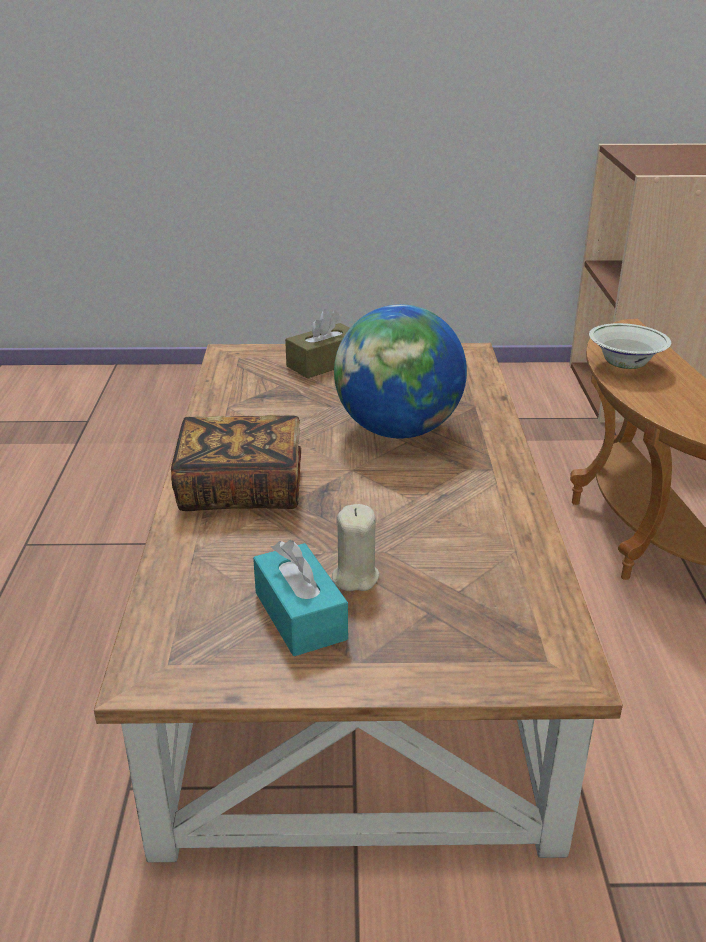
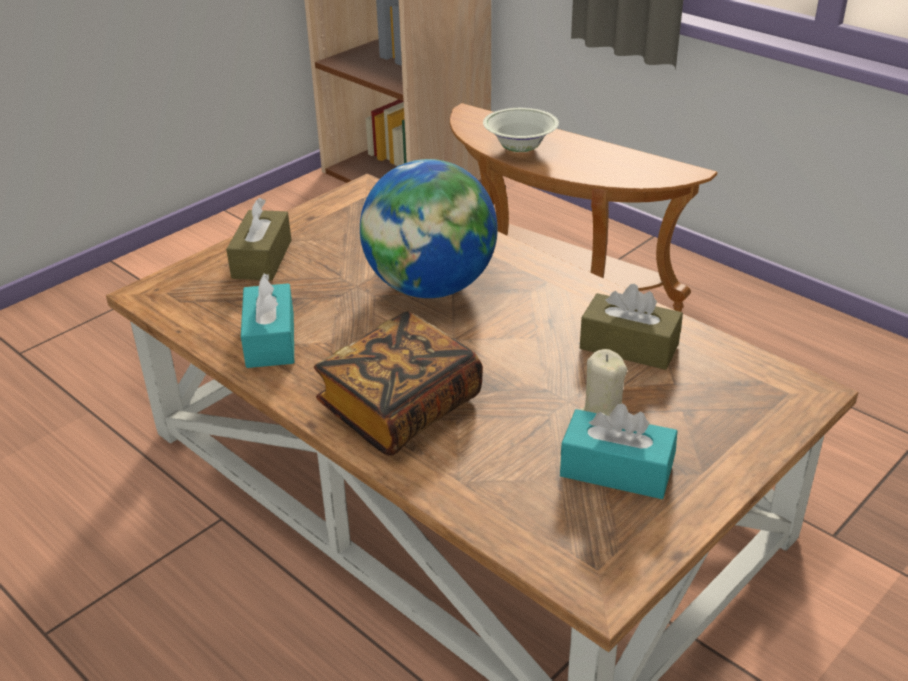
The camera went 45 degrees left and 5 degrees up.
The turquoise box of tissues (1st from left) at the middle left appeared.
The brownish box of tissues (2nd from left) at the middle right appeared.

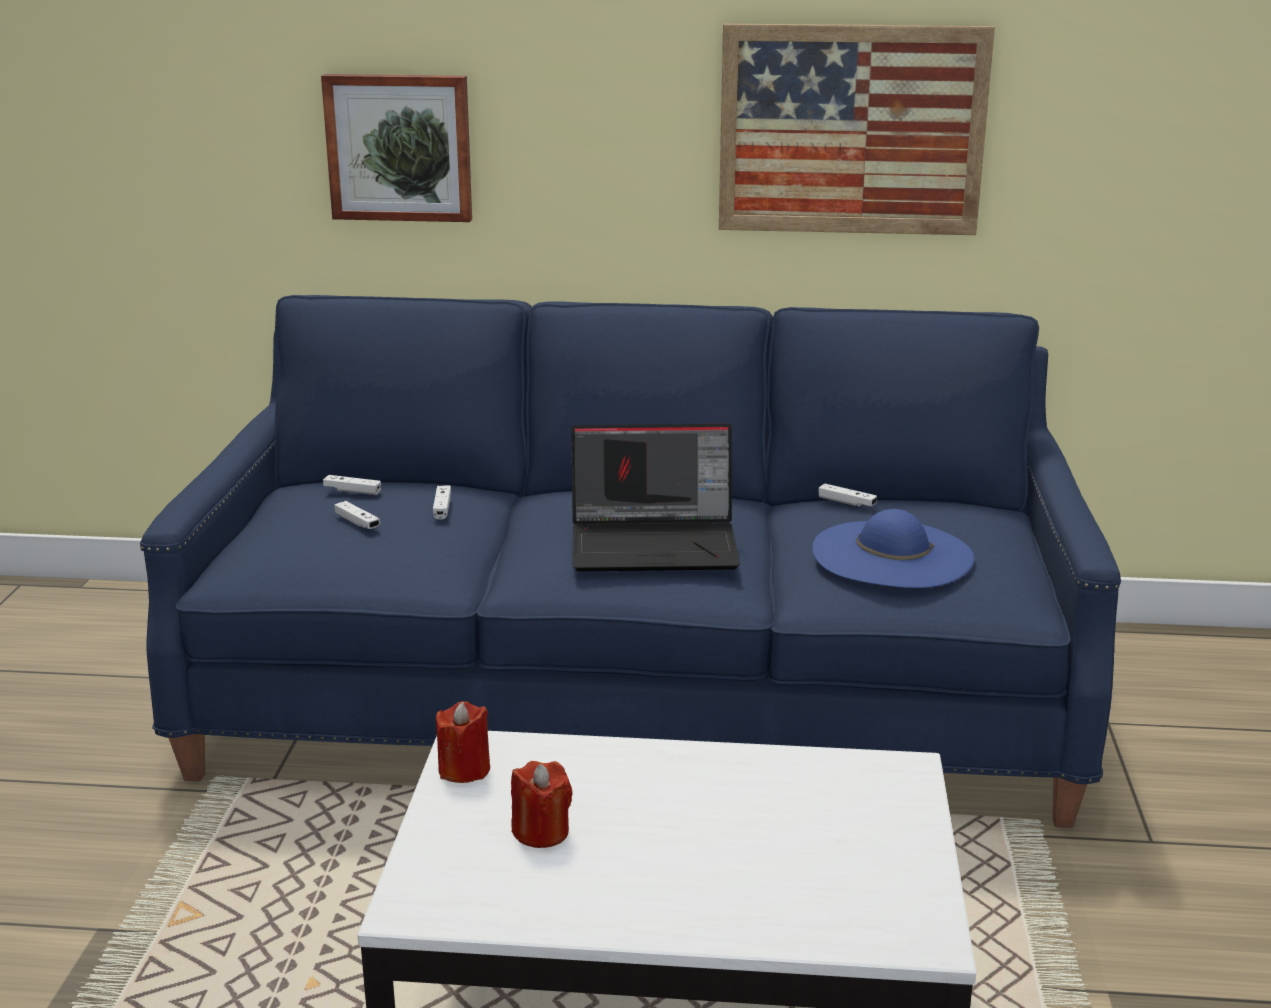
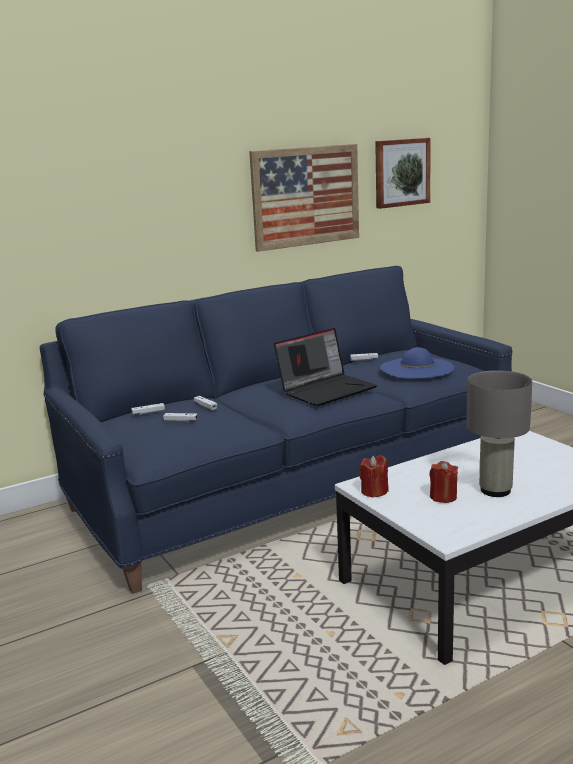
The camera went 35 degrees left and 5 degrees down.
The gray tabletop lamp at the middle right appeared.
The wall art (1st from left in the first image) moved from the top left to the top right.

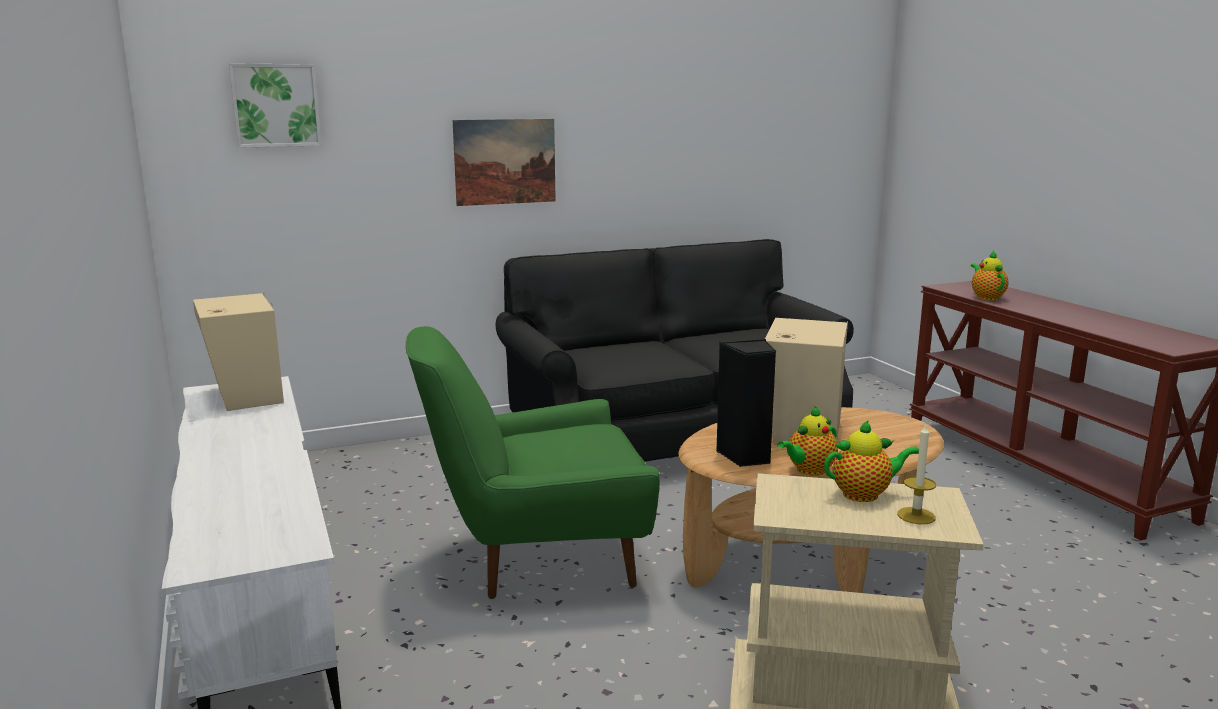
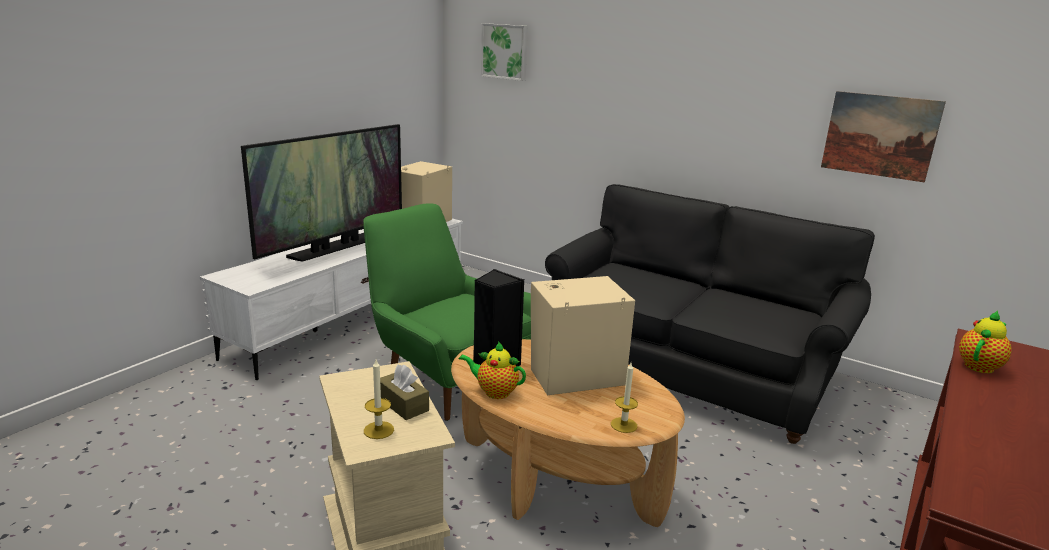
The camera went 55 degrees right and 5 degrees up.
The TV at the middle left appeared.
The wax candle (2nd from left) at the bottom centre appeared.
The wall art (2nd from left) moved from the top centre to the top right.
The tea pot (2nd from left) at the middle right was replaced by the brownish box of tissues at the bottom centre.

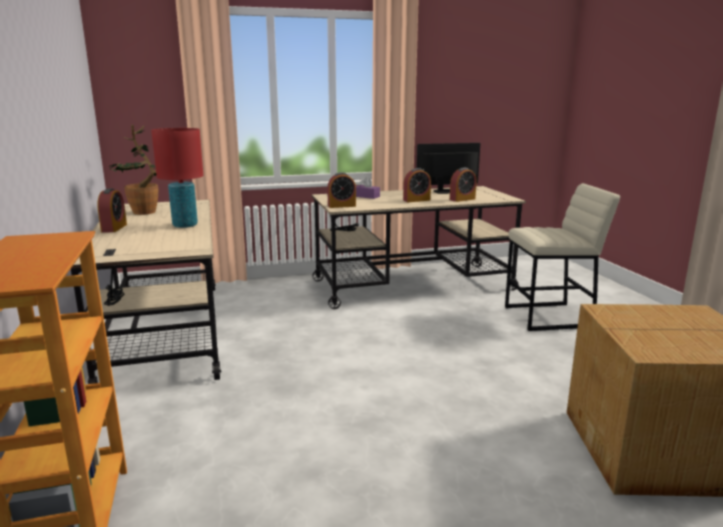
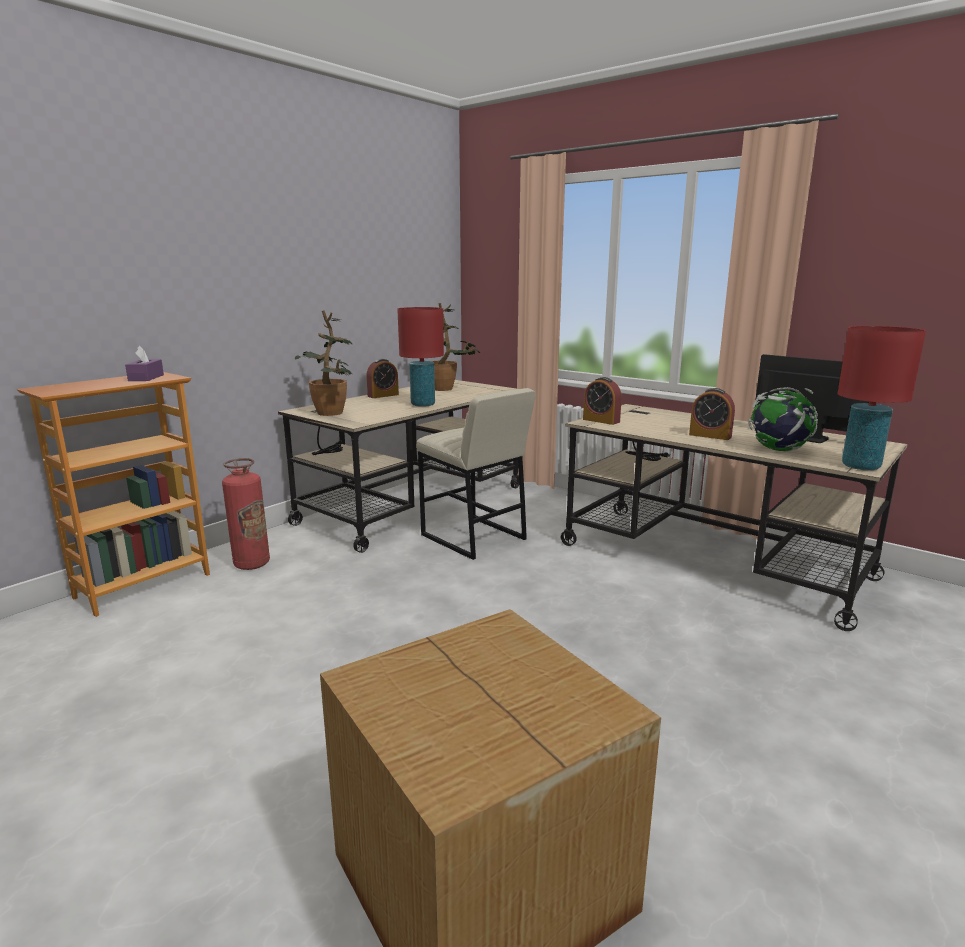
The camera went 55 degrees right and 0 degrees up.
The fire extinguisher at the middle left appeared.
The potted plant (1st from left) at the centre appeared.
The red-coloured tabletop lamp (2nd from left) at the middle right appeared.
The purple-coloured box of tissues moved from the centre to the middle left.
The beige chair moved from the middle right to the centre.
The bedside clock (4th from left) at the centre was replaced by the globe at the middle right.

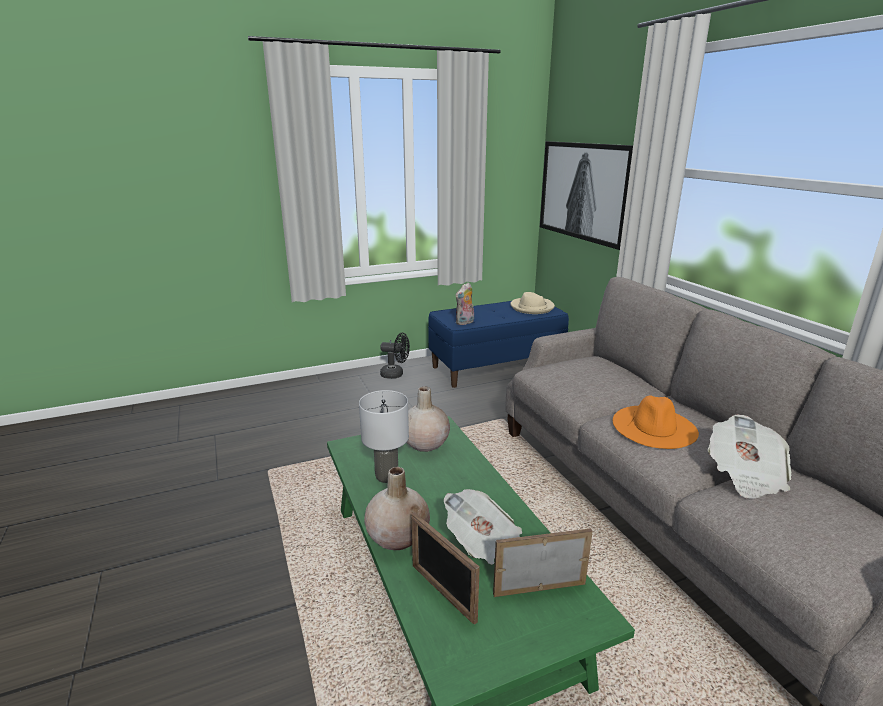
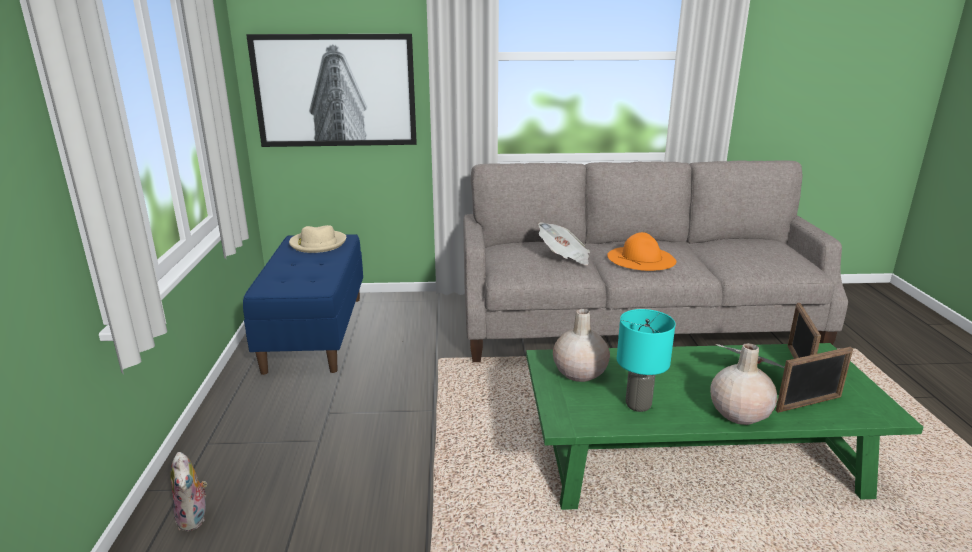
The camera went 70 degrees left and 0 degrees up.
The blackish cooling fan at the centre disappeared.
The cuddly toy moved from the centre to the bottom left.
The daily paper (2nd from left in the first image) moved from the middle right to the centre.
The white tabletop lamp at the centre became the turquoise tabletop lamp at the centre.

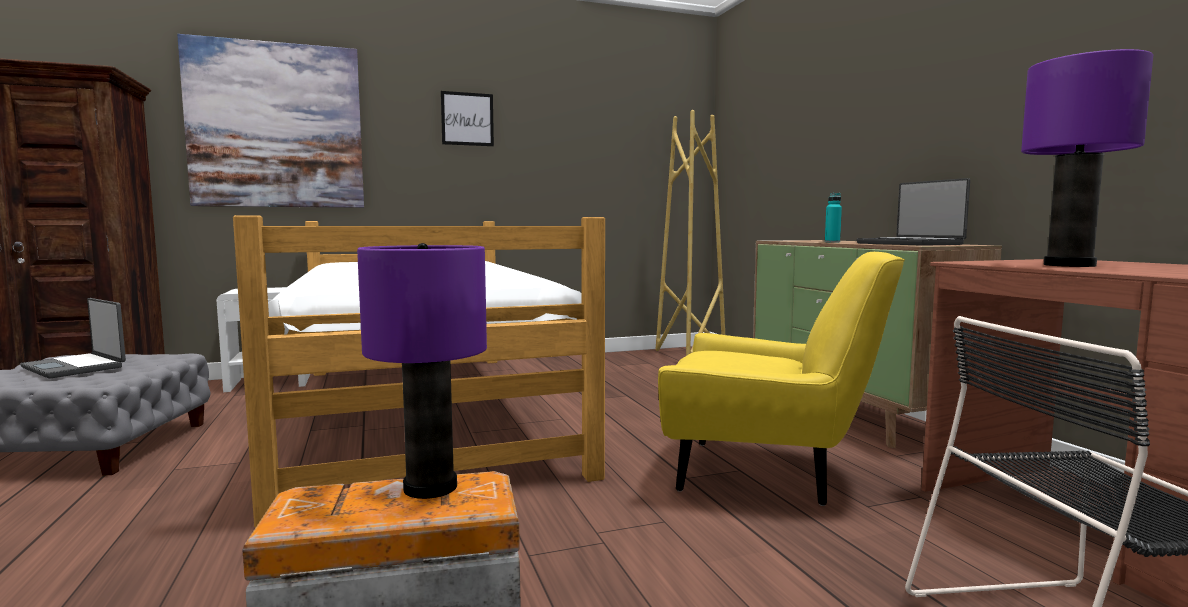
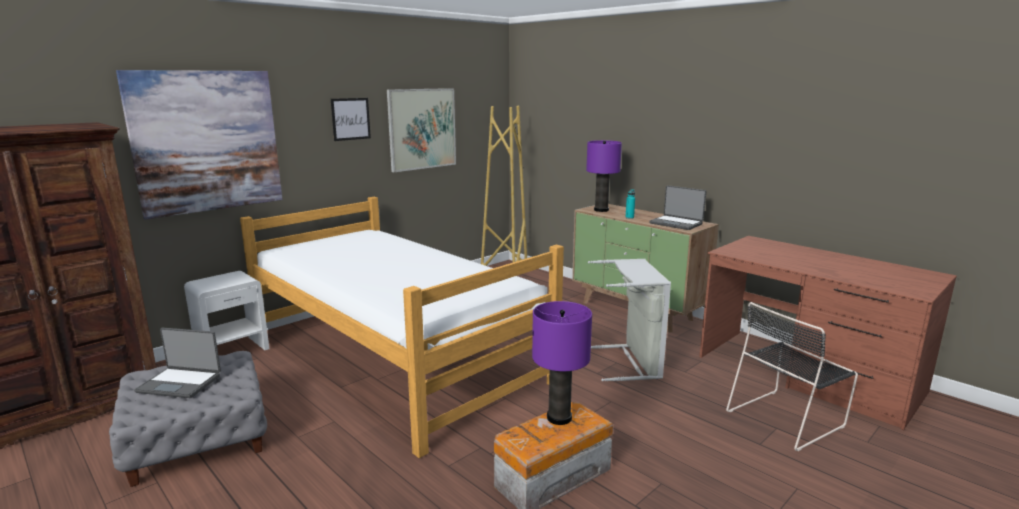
The camera went 25 degrees left and 10 degrees up.
The wall art (3rd from left) at the top centre appeared.
The purple-coloured tabletop lamp (2nd from left) moved from the top right to the centre.
The yellow easy chair at the centre was replaced by the gray hamper at the centre.

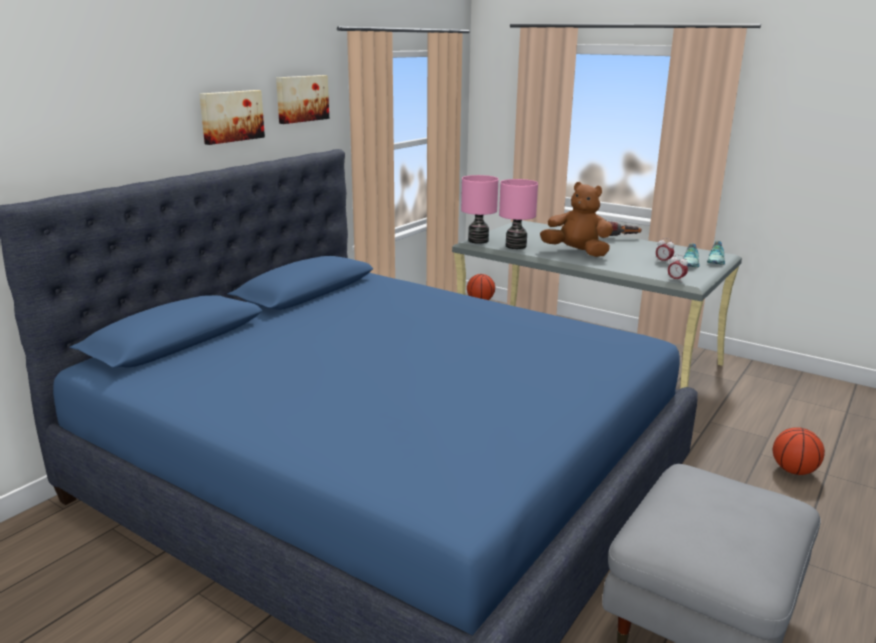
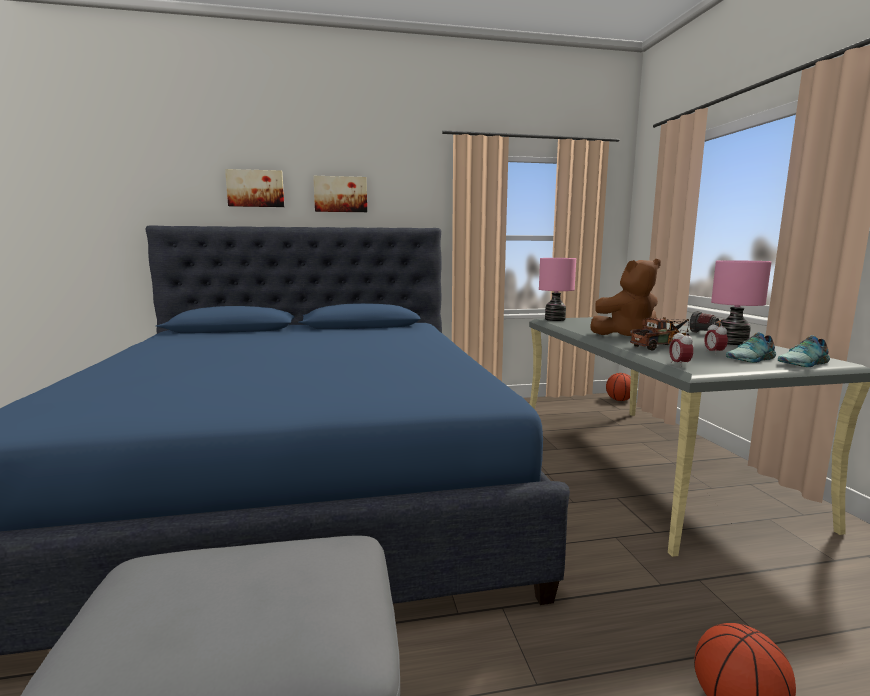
The camera went 45 degrees right and 10 degrees down.
The model truck at the middle right appeared.
The wall art (2nd from left in the first image) moved from the top centre to the top left.
The pink tabletop lamp (2nd from left) moved from the top centre to the middle right.
The brownish cuddly toy at the centre turned 90 degrees clockwise.

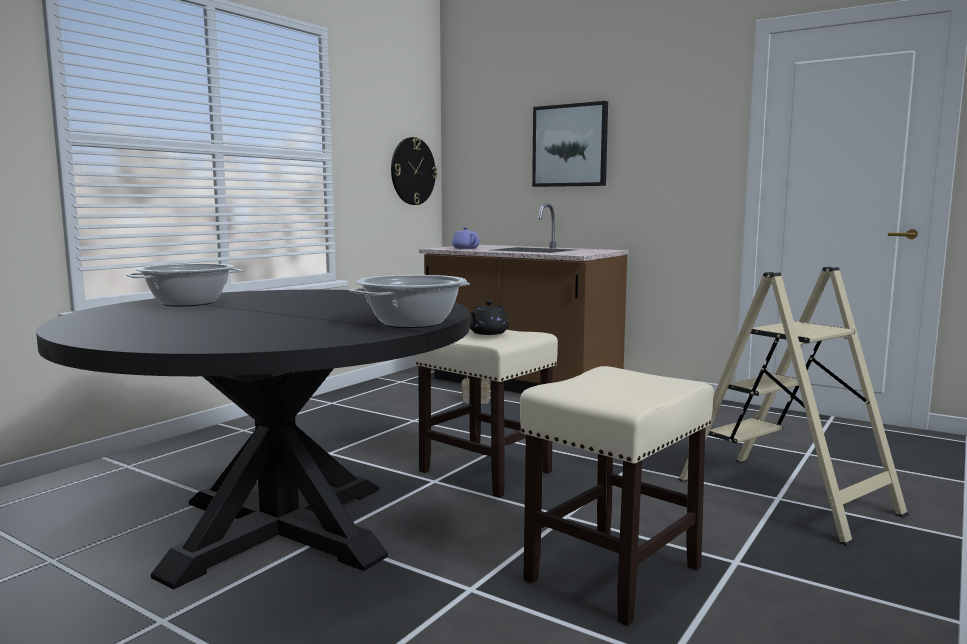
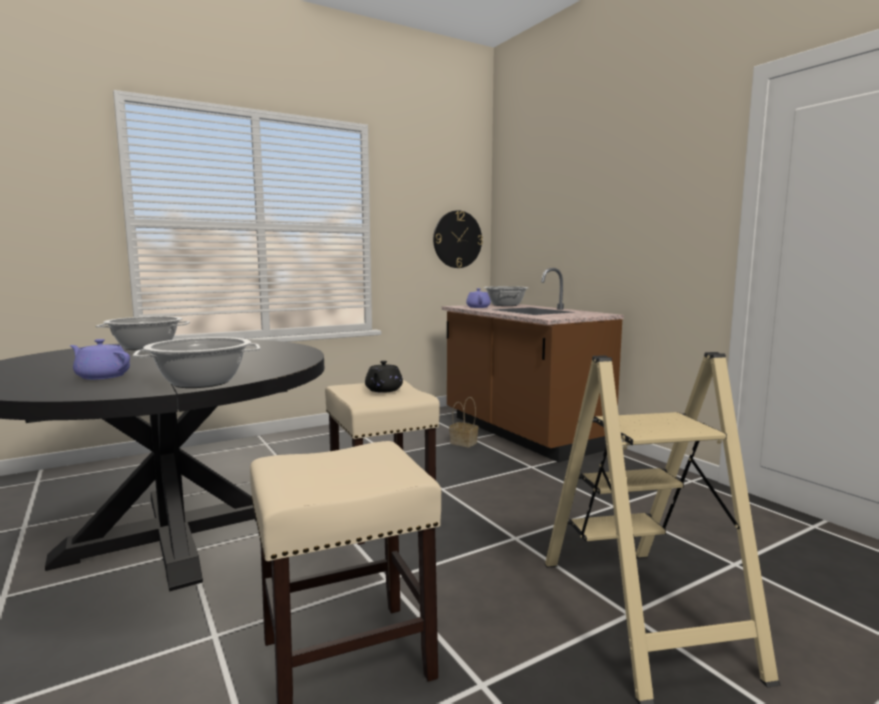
The camera went 25 degrees right and 0 degrees up.
The wall art at the top centre disappeared.
The purple-coloured tea pot (1st from left) at the middle left appeared.
The stockpot (3rd from left) at the centre appeared.
The blackish tea pot at the centre turned 45 degrees counterclockwise.

